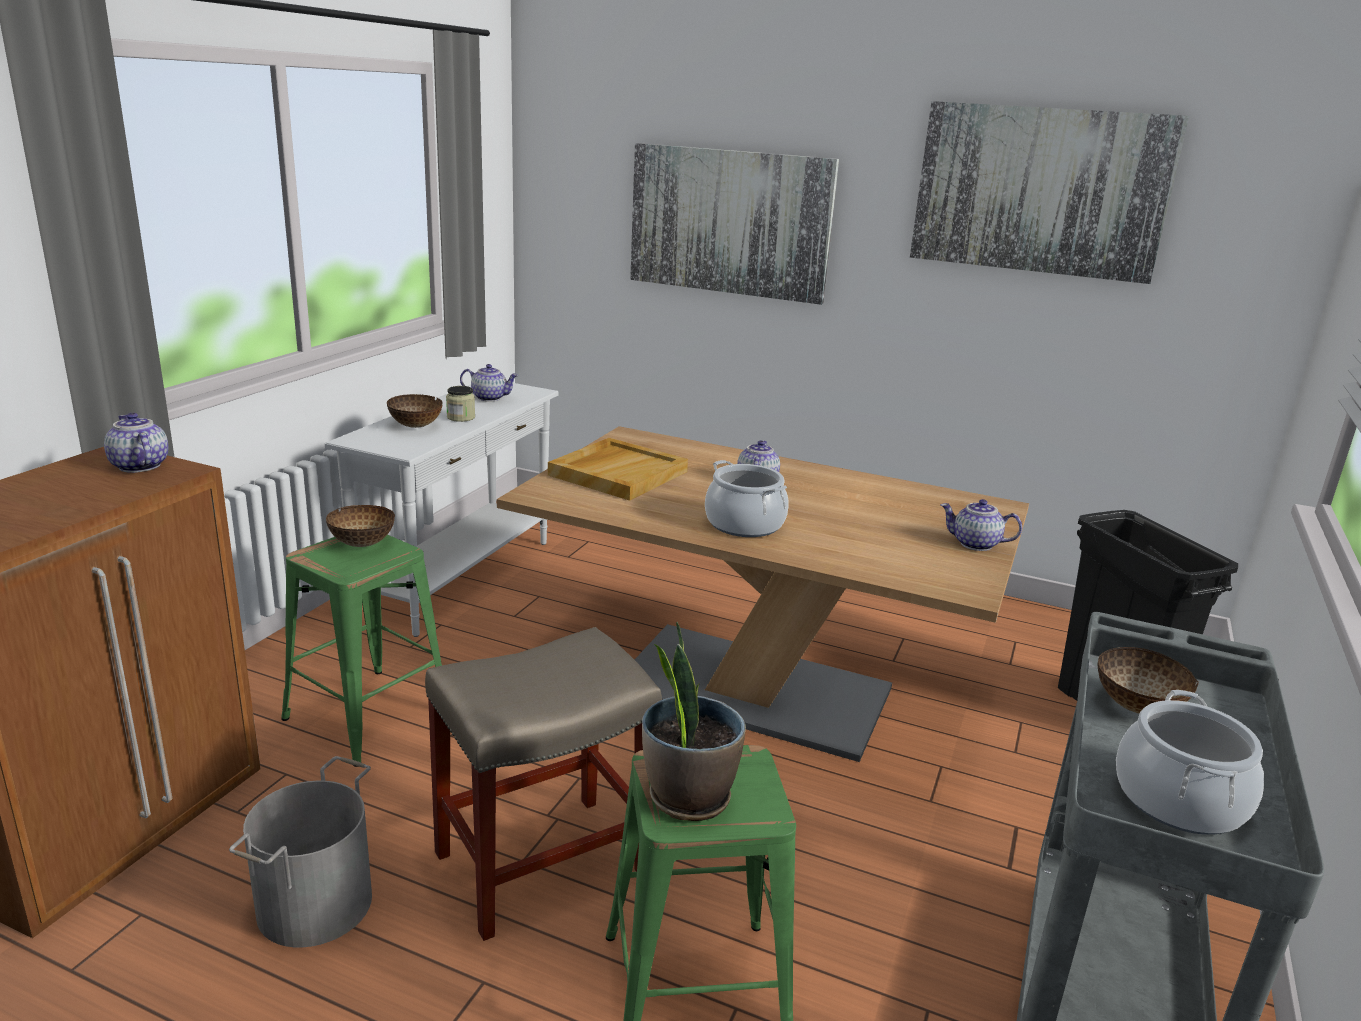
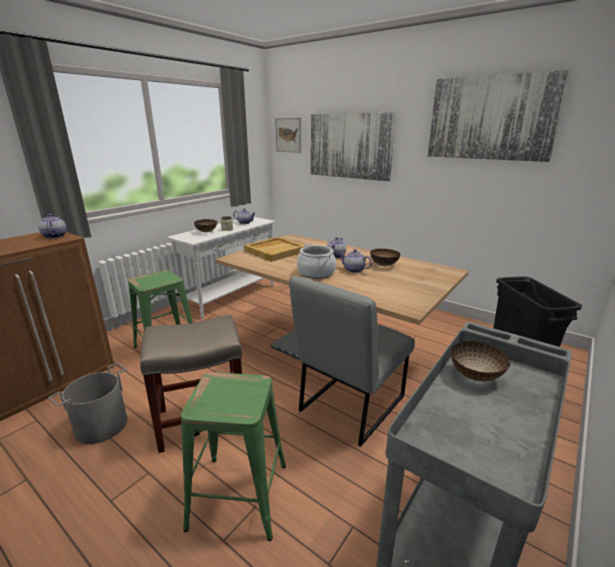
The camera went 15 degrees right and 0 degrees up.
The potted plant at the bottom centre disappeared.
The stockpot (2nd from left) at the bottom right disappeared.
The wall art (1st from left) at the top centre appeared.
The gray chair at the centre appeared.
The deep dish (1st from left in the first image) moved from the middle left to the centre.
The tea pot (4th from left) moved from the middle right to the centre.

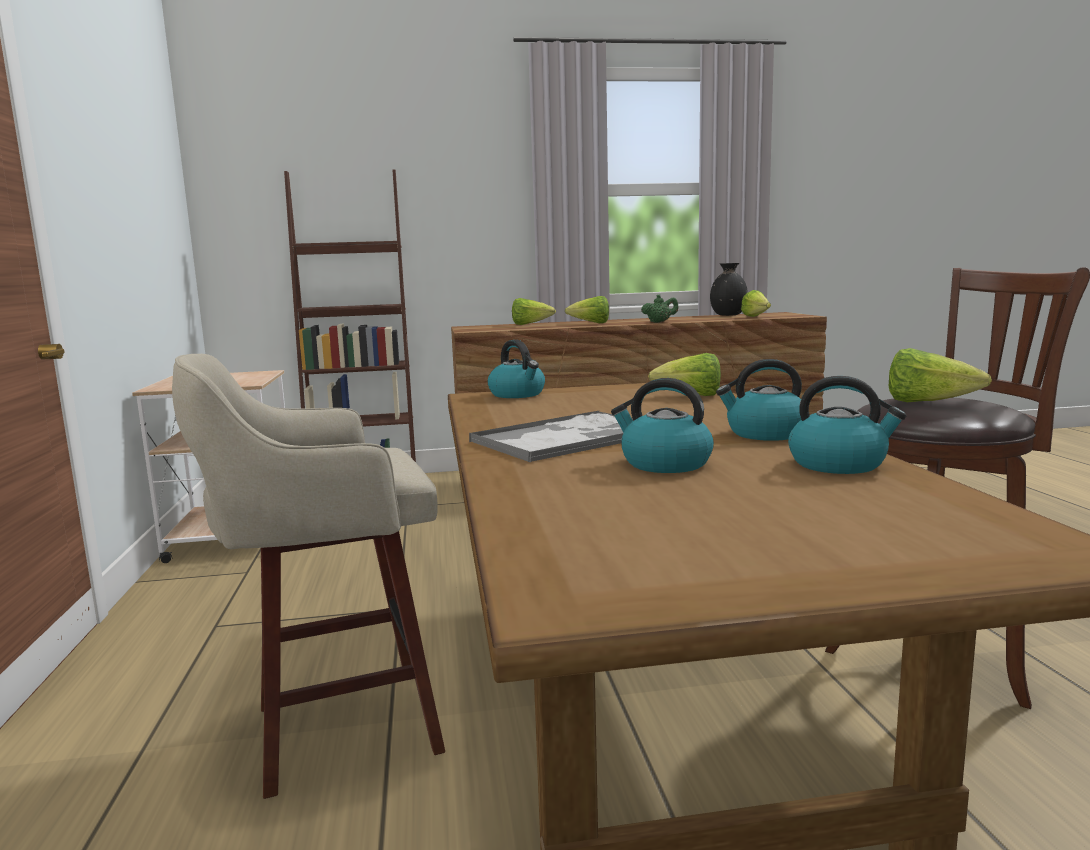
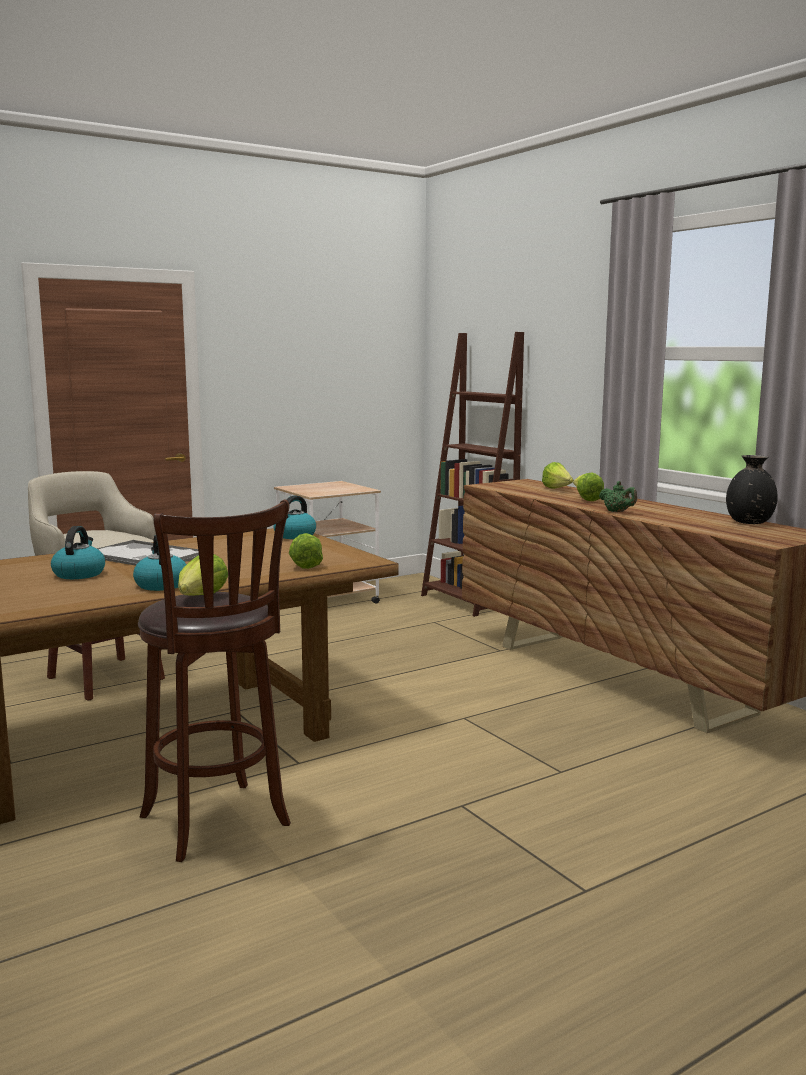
The camera went 65 degrees right and 0 degrees up.
The lettuce head (4th from left) at the middle right disappeared.
The tea kettle (4th from left) at the middle right disappeared.

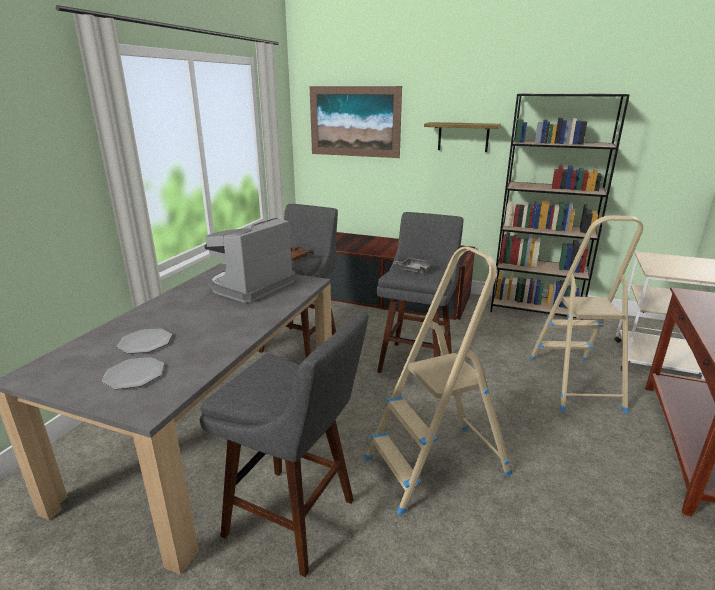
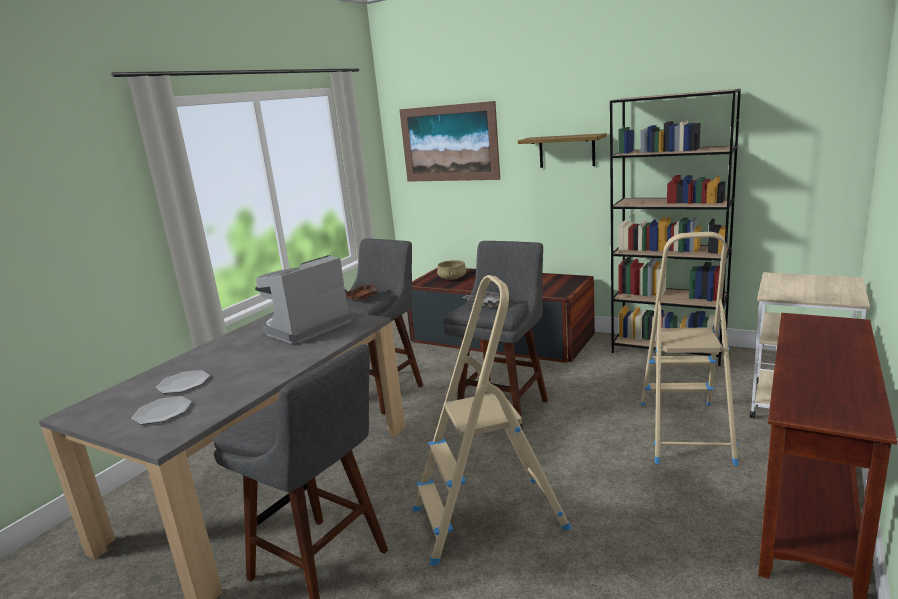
The camera went 10 degrees right and 5 degrees down.
The beige stockpot at the centre appeared.

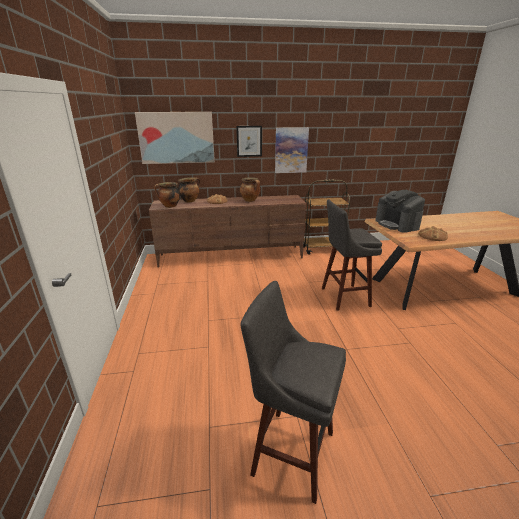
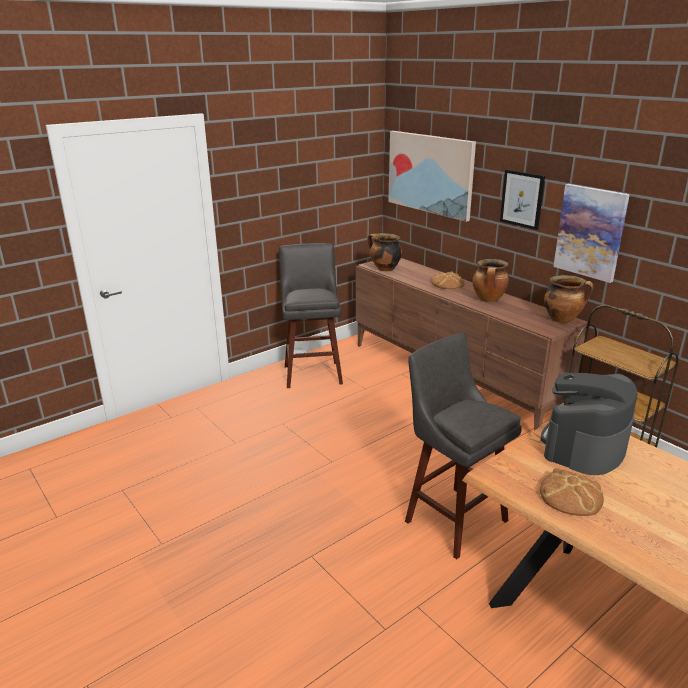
The camera went 60 degrees right and 0 degrees up.
The stockpot (2nd from left in the first image) moved from the centre to the middle right.
The gray stool seat (1st from left) moved from the bottom centre to the centre.

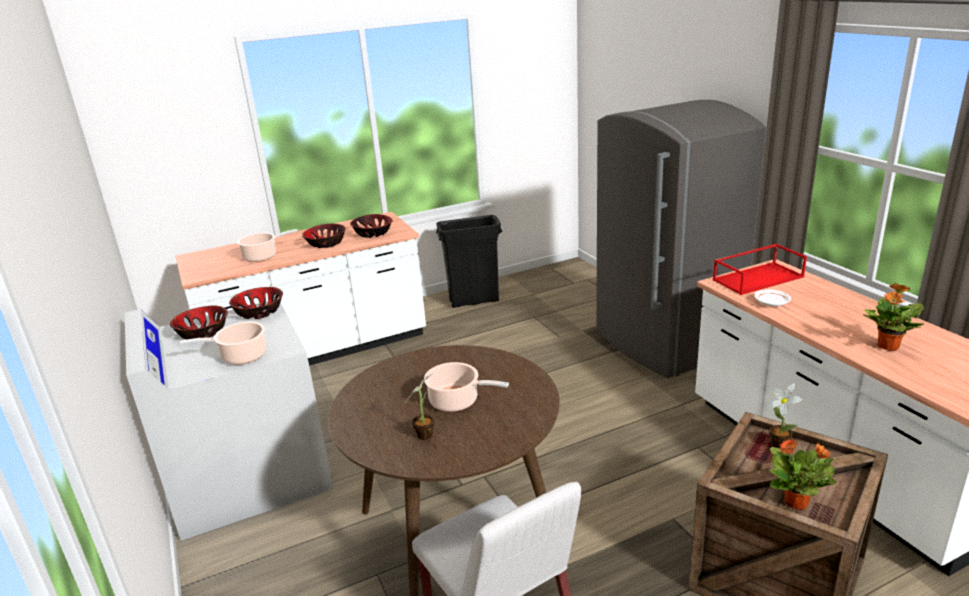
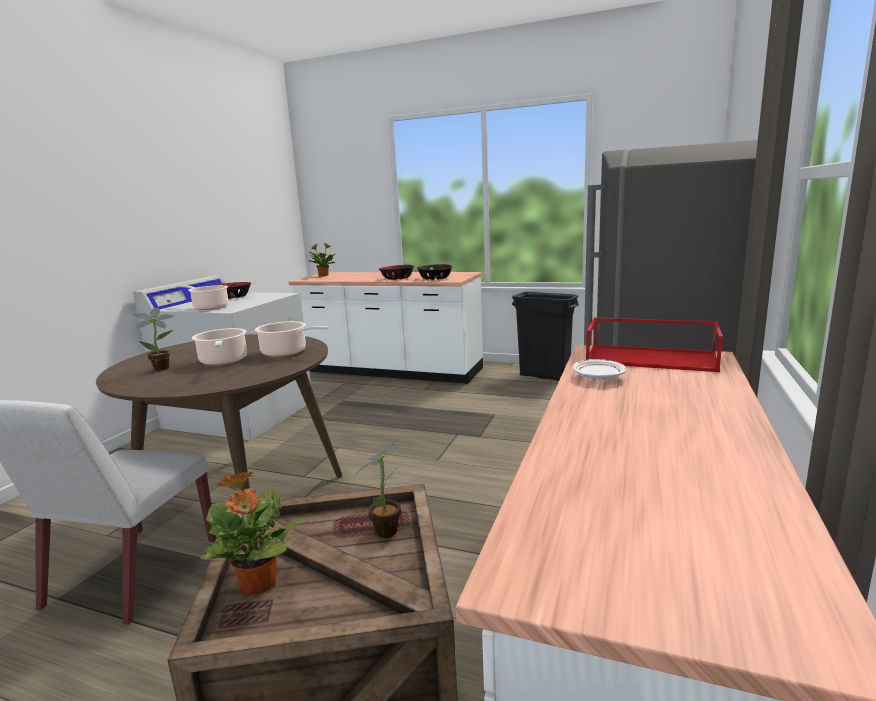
The camera went 45 degrees right and 10 degrees down.
The deep dish (2nd from left) at the middle left disappeared.
The stockpot (2nd from left in the first image) moved from the middle left to the centre.
The potted plant (4th from left in the first image) moved from the middle right to the centre.

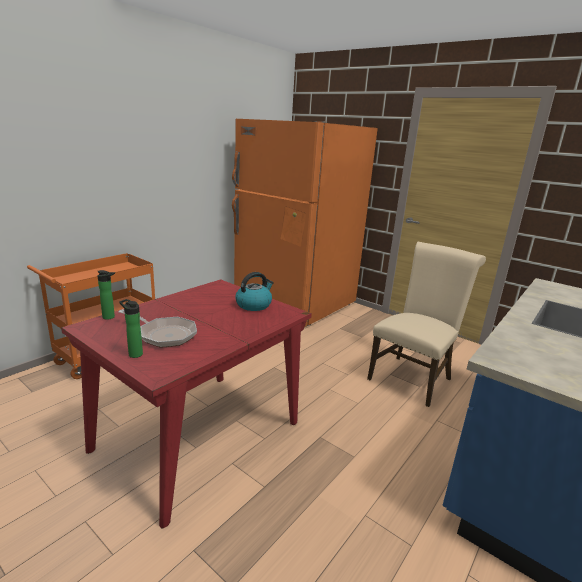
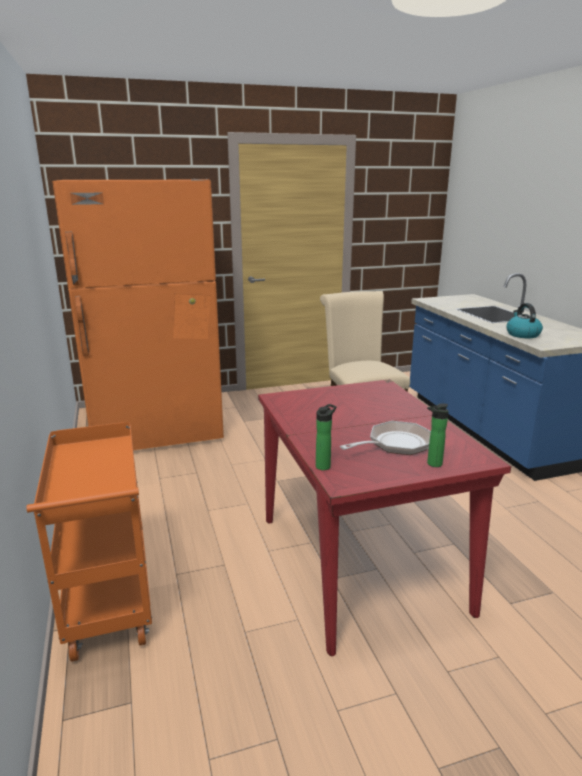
The camera went 55 degrees left and 0 degrees up.
The tea kettle moved from the centre to the middle right.

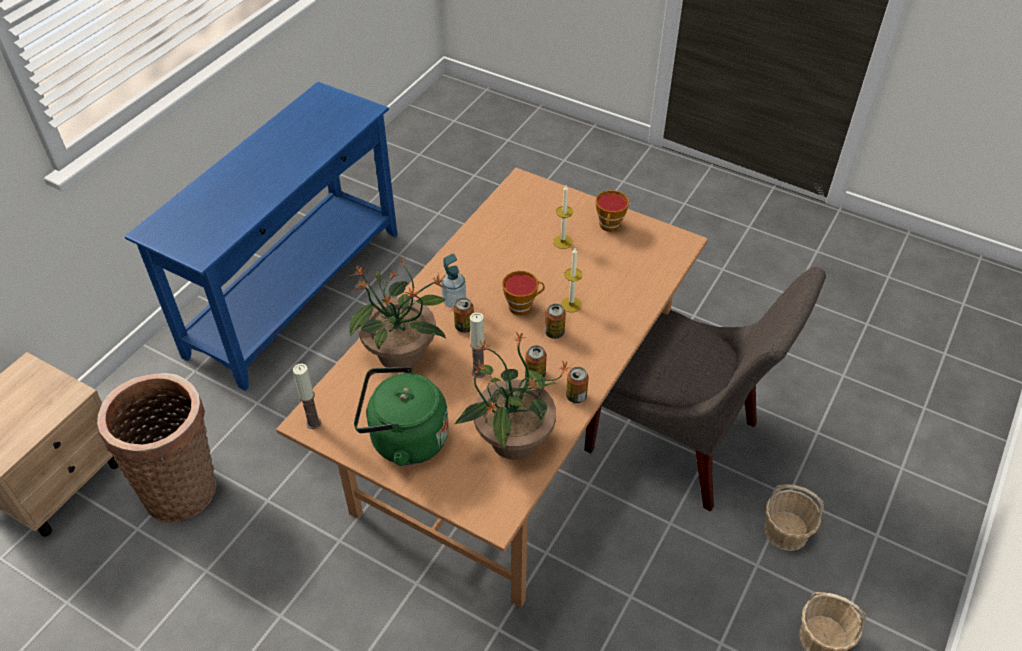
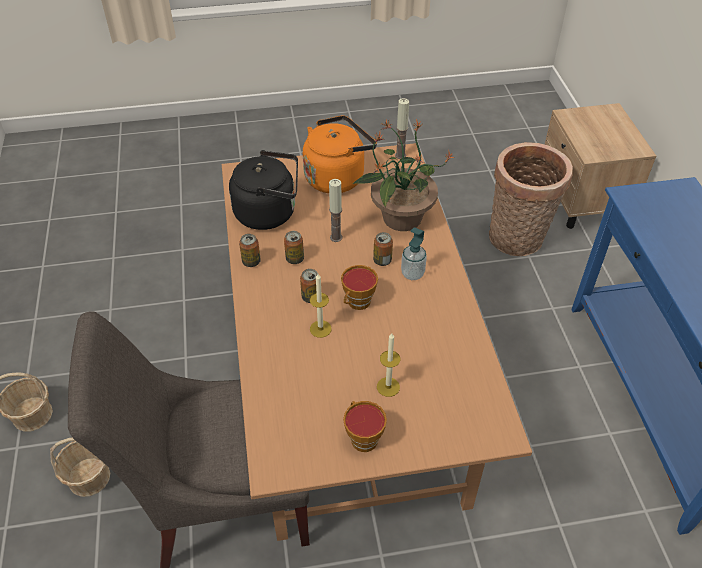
The camera went 140 degrees right and 0 degrees up.
The potted plant (2nd from left) at the centre was replaced by the blackish tea kettle at the centre.
The greenish tea kettle at the centre became the orange tea kettle at the top centre.

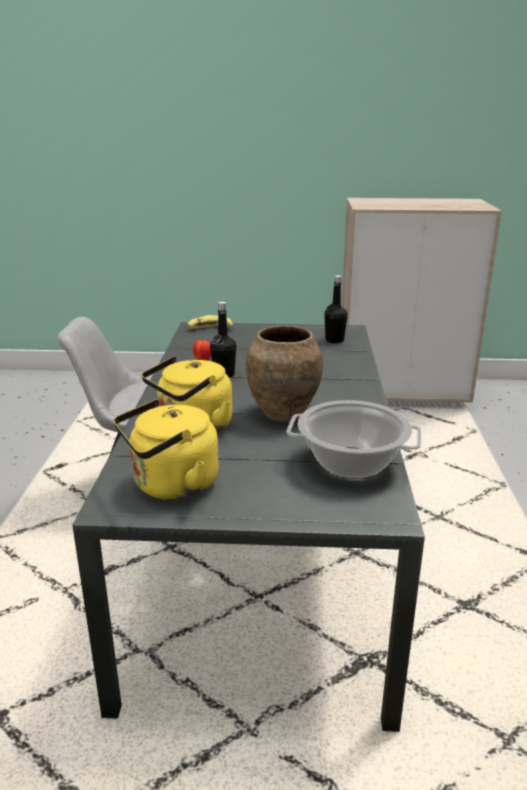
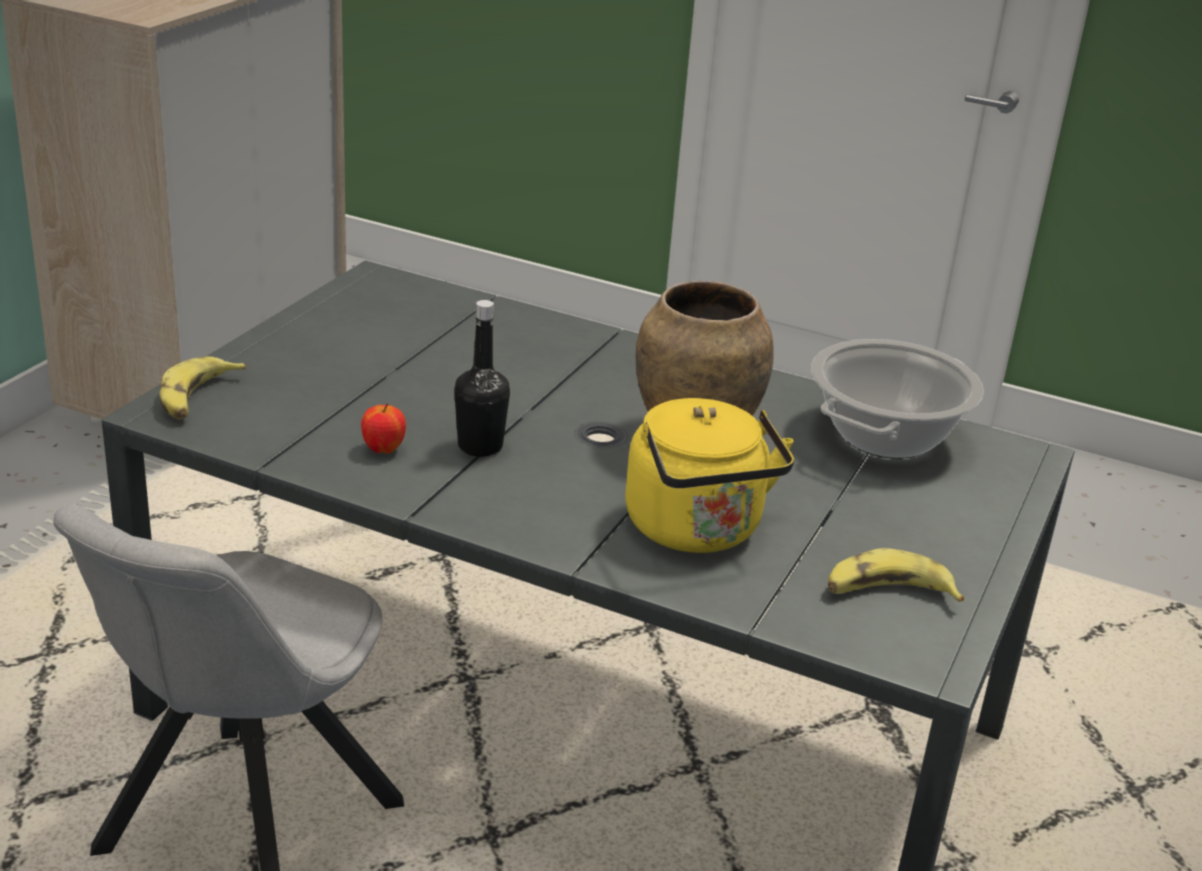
The camera went 70 degrees left and 5 degrees up.
The blackish bottle (2nd from left) at the centre disappeared.
The yellow tea kettle (1st from left) at the middle left was replaced by the whole banana (2nd from left) at the middle right.

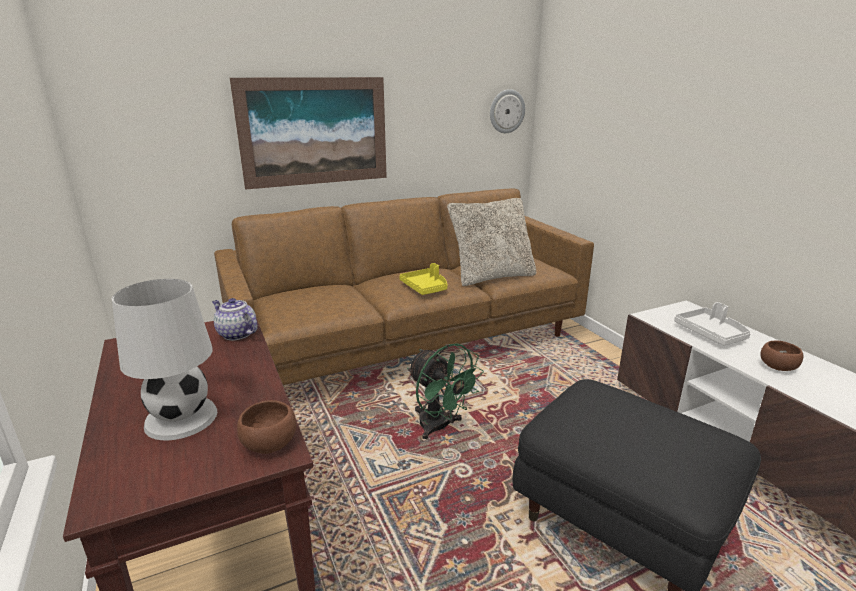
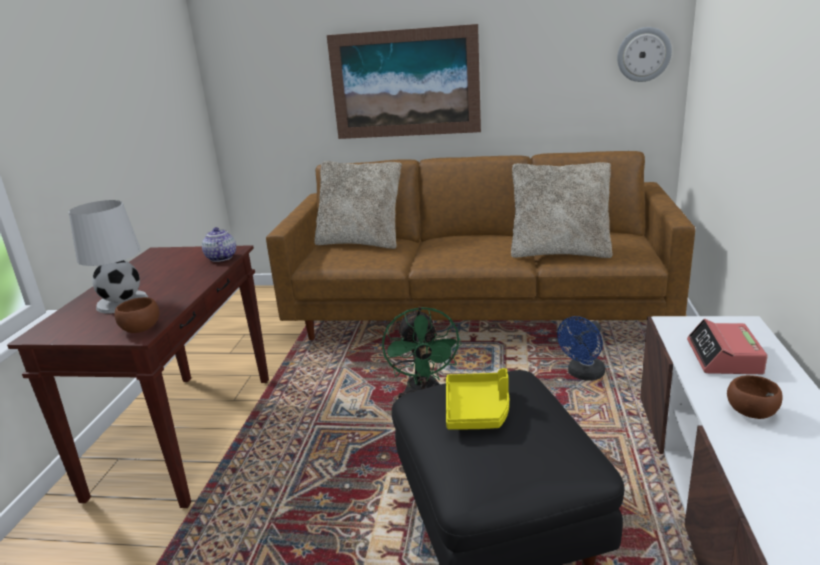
The camera went 35 degrees right and 0 degrees up.
The beige cushion (1st from left) at the centre appeared.
The bluish cooling fan at the middle right appeared.
The yellow carrying tray moved from the centre to the bottom centre.
The white carrying tray at the middle right was replaced by the bedside clock at the middle right.

